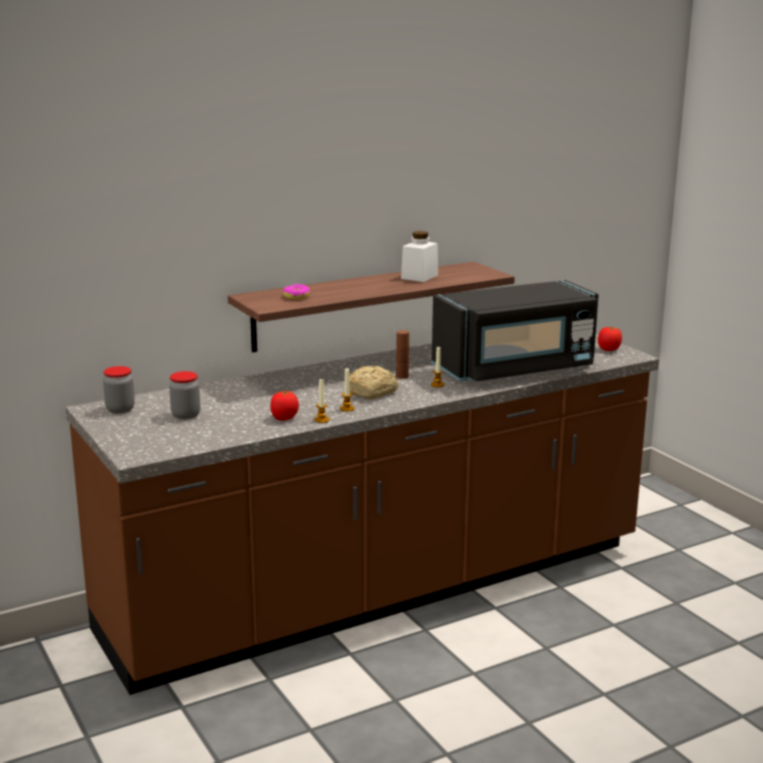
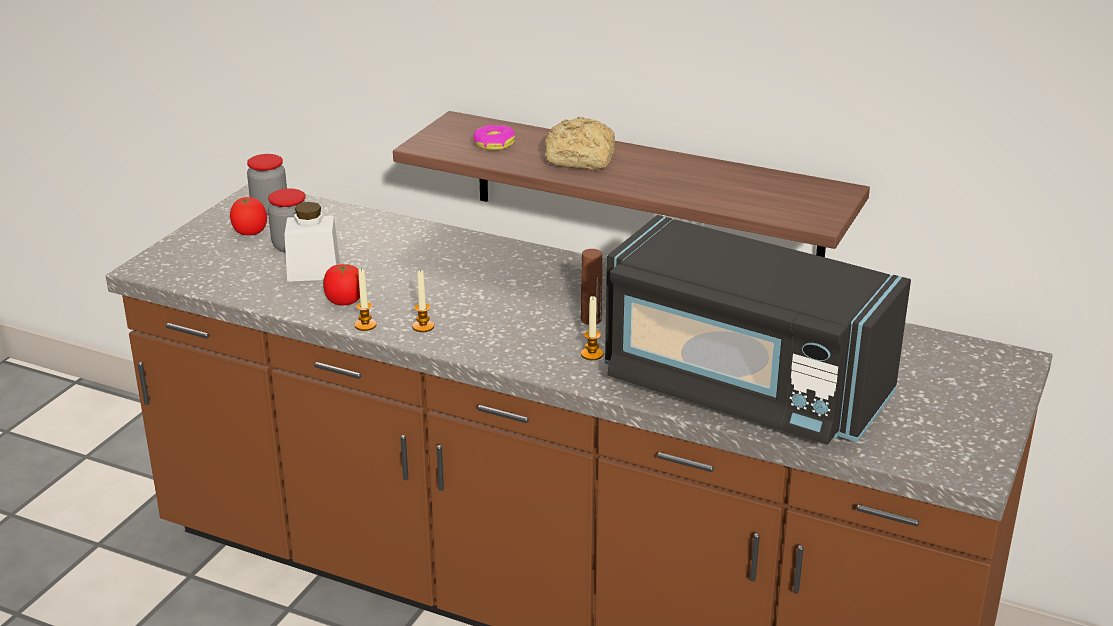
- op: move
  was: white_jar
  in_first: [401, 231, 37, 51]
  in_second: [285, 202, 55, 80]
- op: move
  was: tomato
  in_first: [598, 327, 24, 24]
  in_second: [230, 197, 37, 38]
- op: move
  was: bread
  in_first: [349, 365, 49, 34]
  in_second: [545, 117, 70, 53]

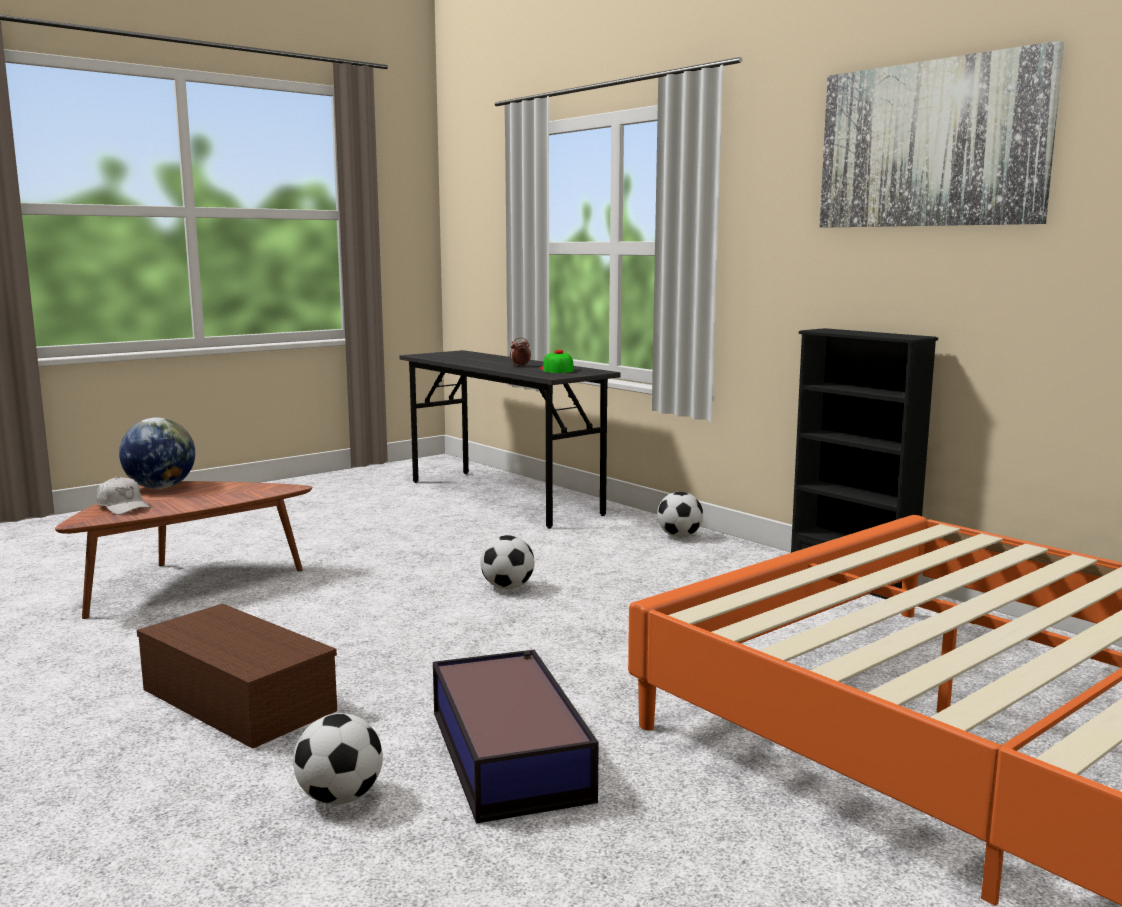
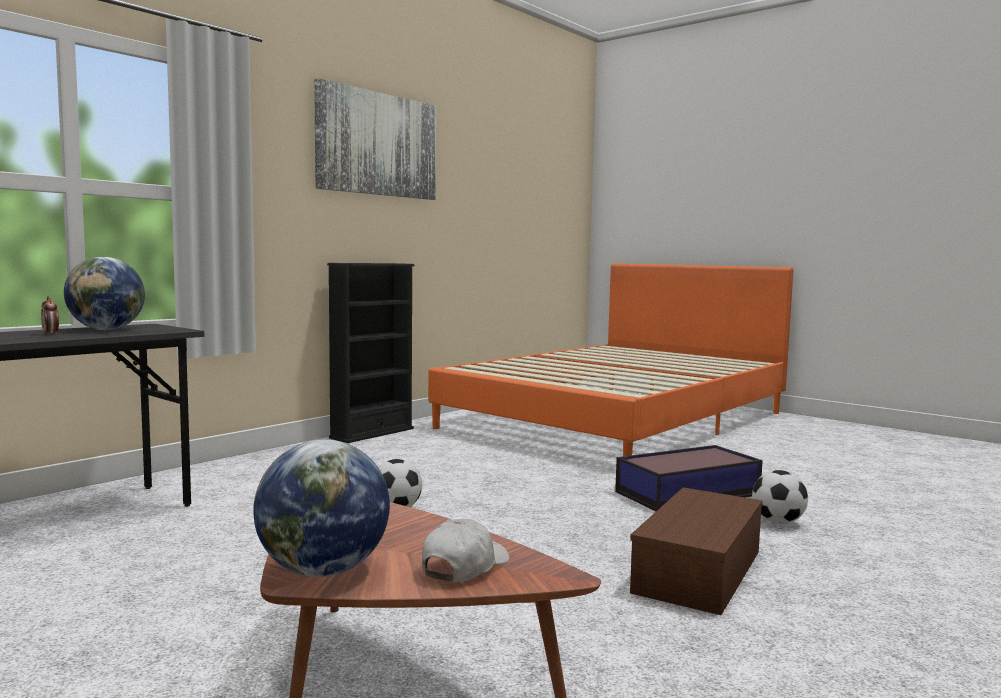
- op: replace
  was: cap
  now: globe
  in_first: [540, 350, 34, 23]
  in_second: [64, 257, 81, 73]
- op: delete
  was: football
  in_first: [657, 492, 46, 45]

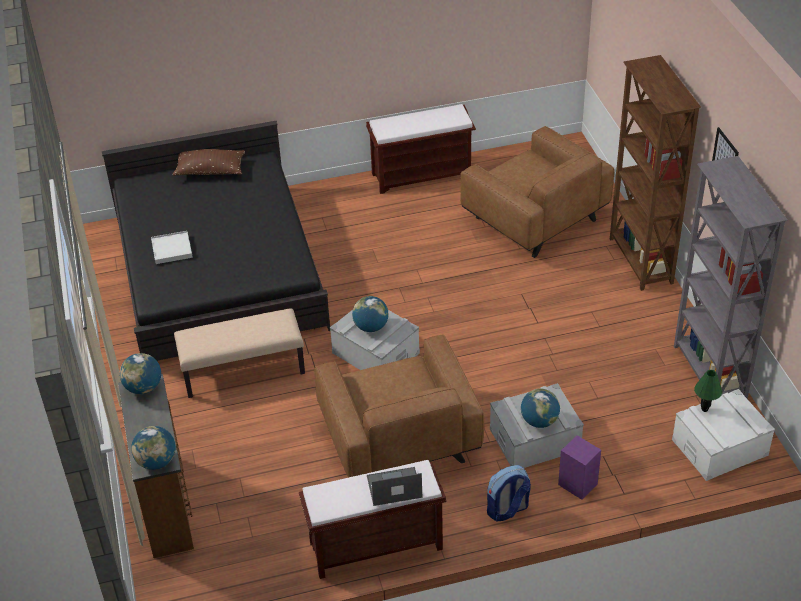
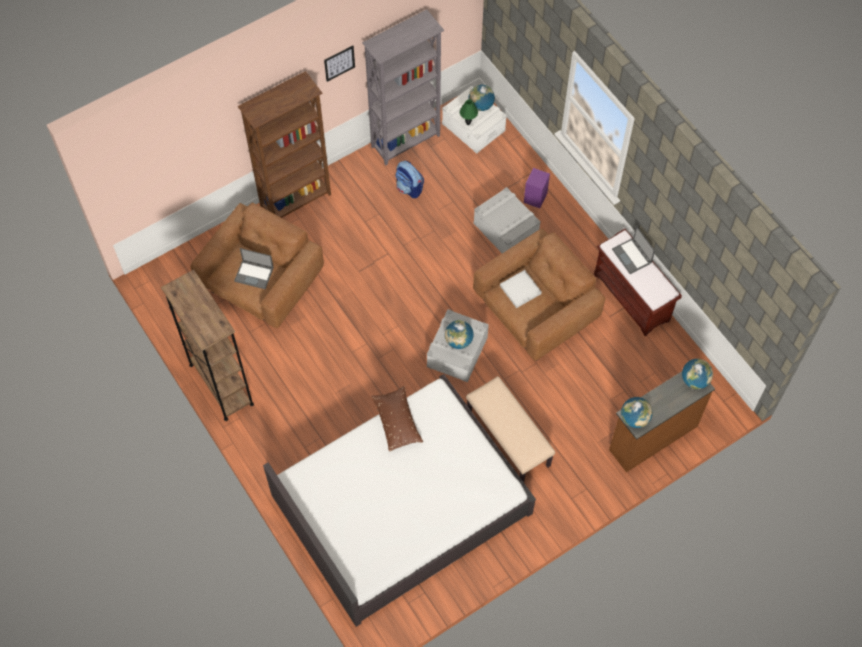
- op: replace
  was: brown_bench
  now: brown_bookcase
  in_first: [366, 104, 110, 90]
  in_second: [161, 269, 93, 152]
- op: recolor
  was: black_bed
  now: white_bed
  in_first: [102, 121, 228, 240]
  in_second: [263, 374, 273, 253]
- op: move
  was: brown_pillow
  in_first: [173, 149, 72, 27]
  in_second: [371, 386, 52, 65]
- op: move
  was: white_tray
  in_first: [151, 231, 42, 33]
  in_second: [500, 270, 42, 38]
- op: move
  was: globe
  in_first: [521, 388, 39, 40]
  in_second: [469, 85, 26, 26]
- op: move
  was: backpack
  in_first: [487, 465, 44, 57]
  in_second: [396, 161, 28, 37]
- op: insert
  now: laptop
  in_second: [234, 248, 40, 41]

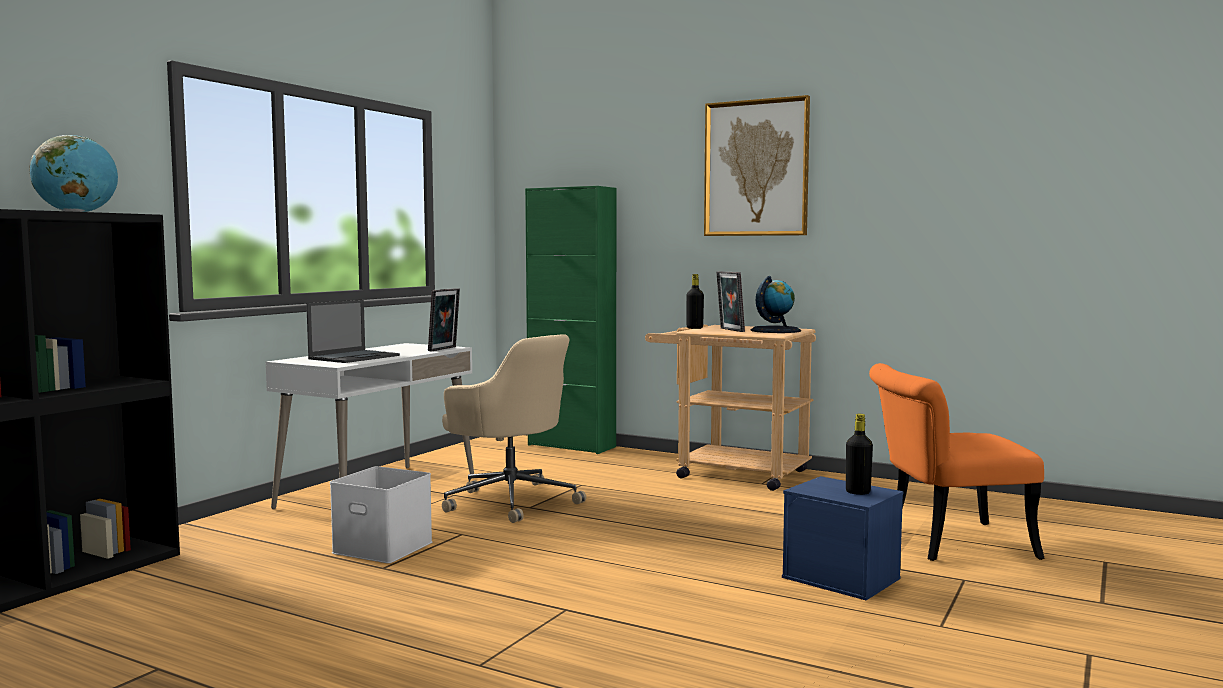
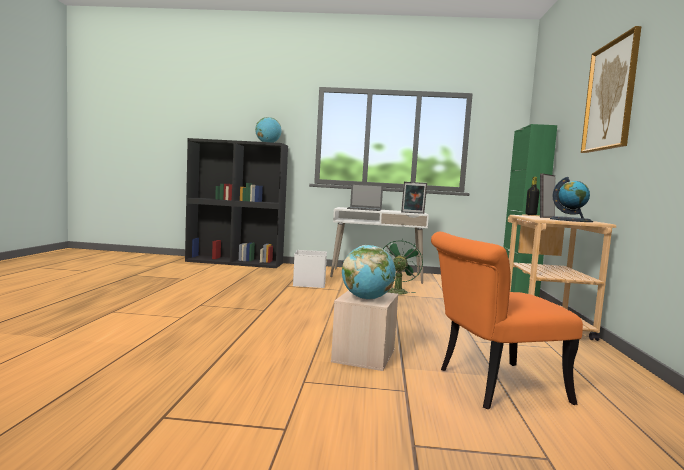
- op: replace
  was: beige_office_chair
  now: green_fan
  in_first: [442, 334, 144, 189]
  in_second: [383, 239, 40, 55]
- op: rotate
  was: orange_chair
  in_first: [869, 363, 176, 198]
  in_second: [431, 232, 152, 177]
  clockwise: -75
- op: replace
  was: black_bottle
  now: globe
  in_first: [846, 414, 27, 81]
  in_second: [342, 245, 54, 55]
- op: recolor
  was: blue_storage_box
  now: beige_storage_box
  in_first: [782, 476, 121, 124]
  in_second: [331, 290, 67, 81]

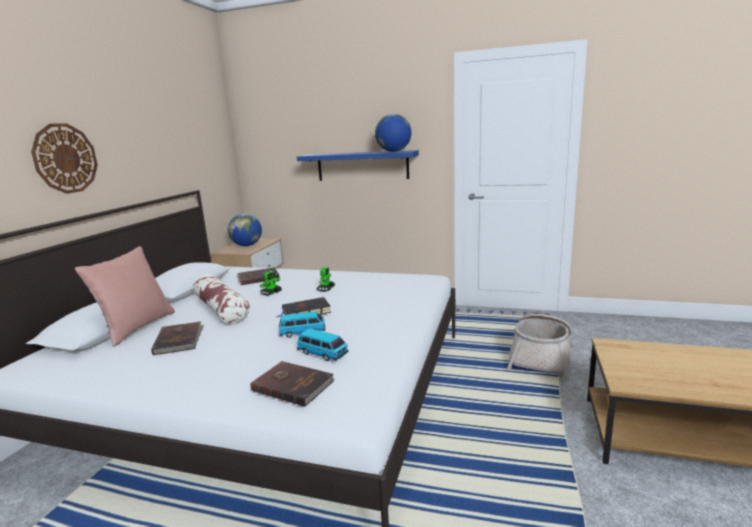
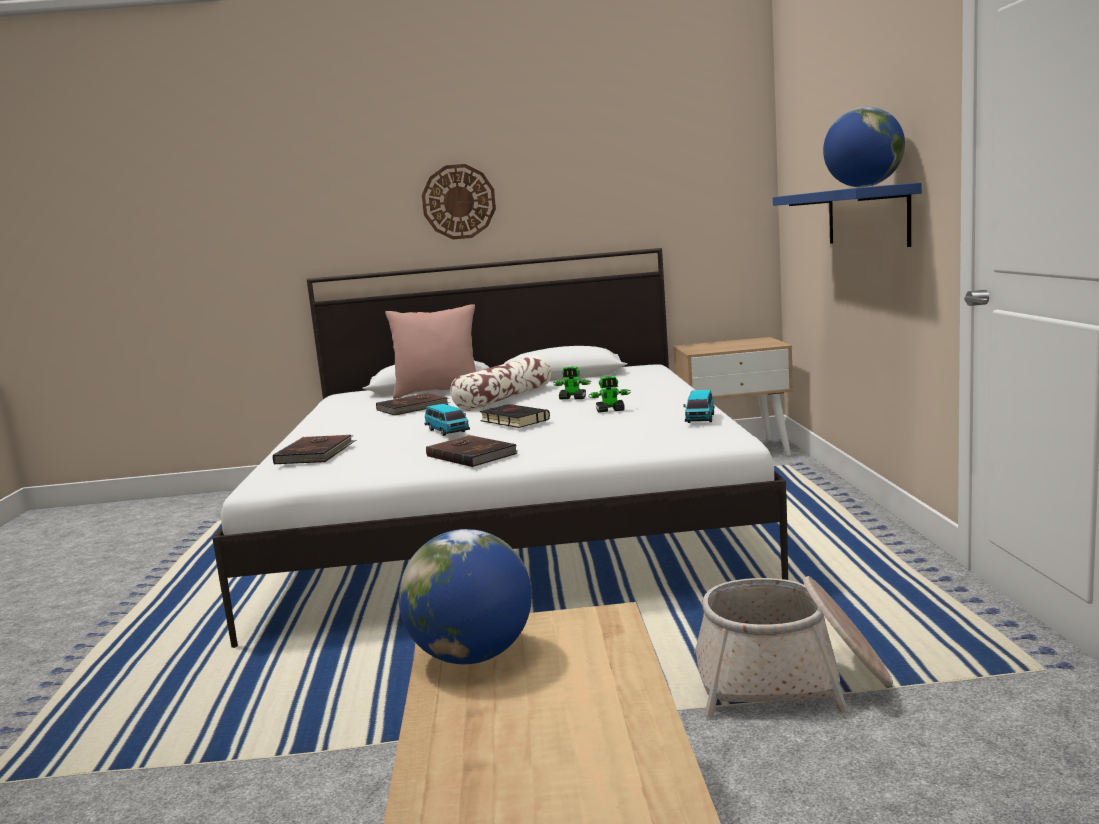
- op: move
  was: globe
  in_first: [228, 213, 34, 33]
  in_second: [399, 529, 133, 135]
- op: move
  was: brown_book
  in_first: [237, 267, 43, 18]
  in_second: [426, 435, 91, 32]
- op: move
  was: toy_car
  in_first: [297, 329, 52, 32]
  in_second: [683, 390, 32, 33]

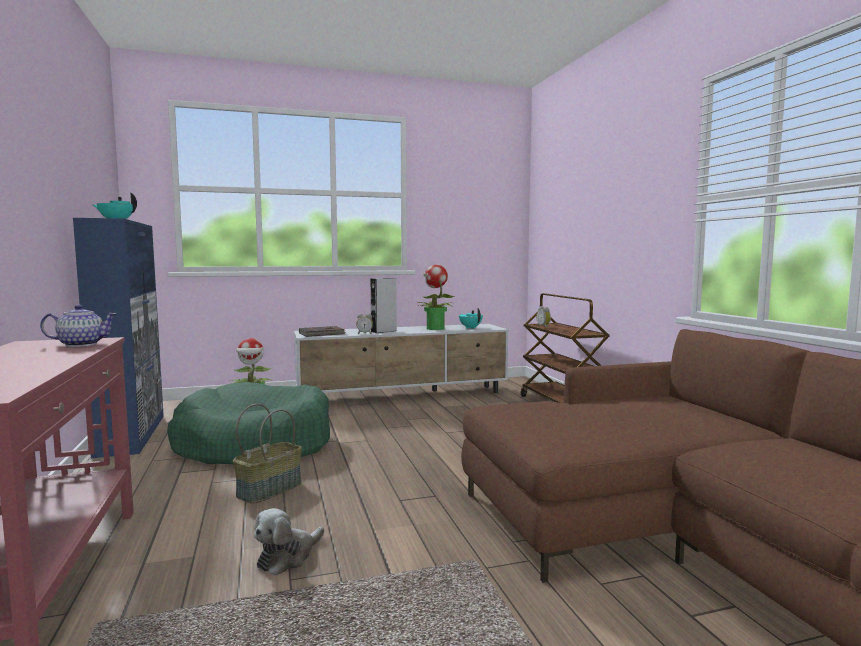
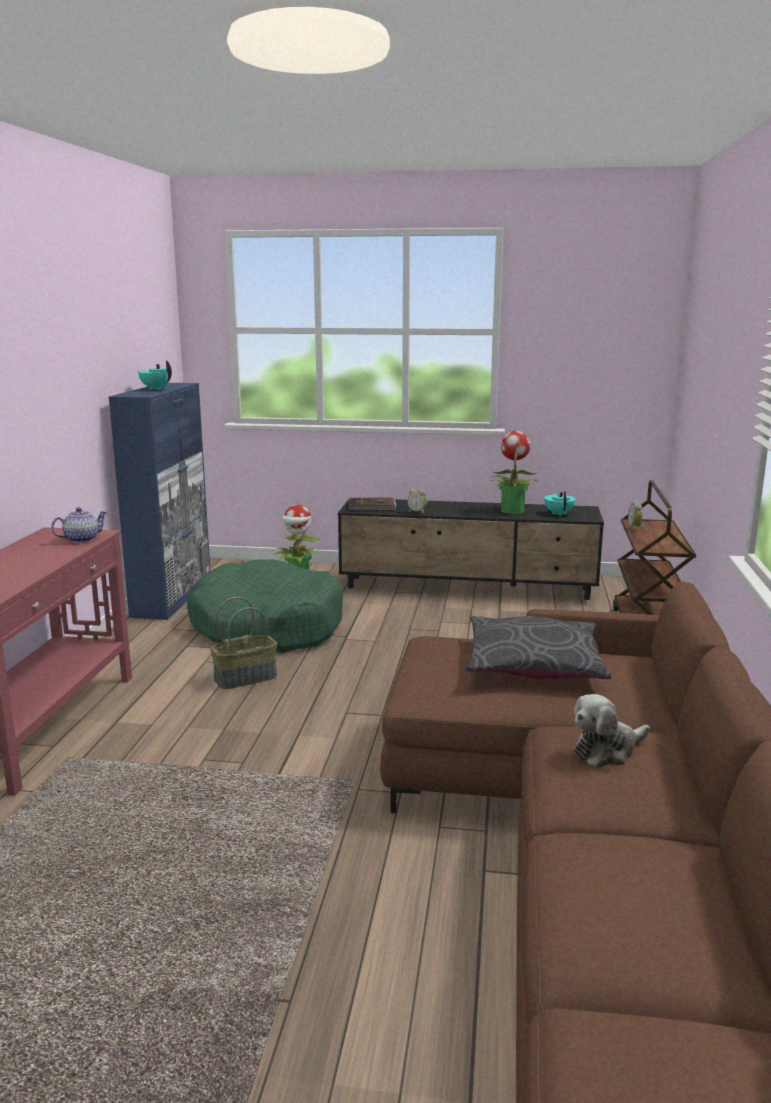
- op: delete
  was: grey_speaker
  in_first: [370, 278, 27, 55]
- op: rotate
  was: teapot
  in_first: [40, 305, 77, 42]
  in_second: [51, 507, 56, 36]
  clockwise: -45
- op: recolor
  was: white_tv_stand
  now: black_tv_stand
  in_first: [294, 324, 215, 69]
  in_second: [338, 499, 266, 101]
- op: move
  was: plush_toy
  in_first: [254, 508, 70, 67]
  in_second: [573, 694, 77, 73]
- op: insert
  now: grey_pillow
  in_second: [466, 616, 145, 63]

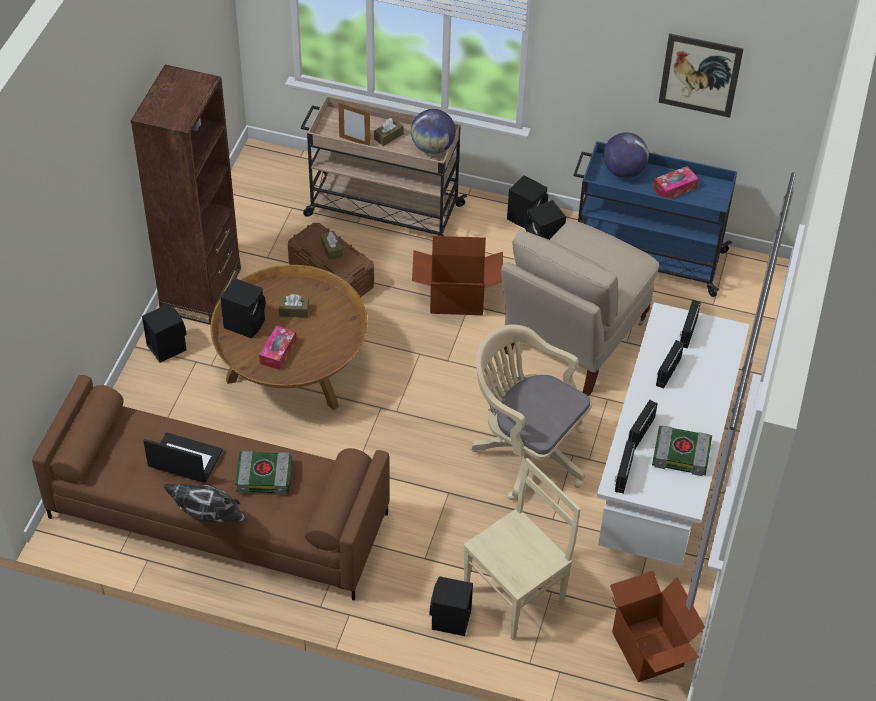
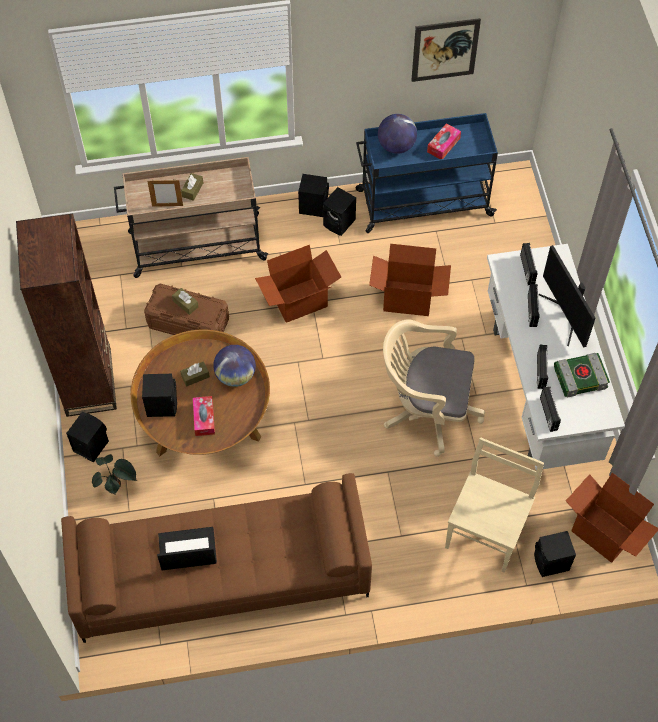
- op: move
  was: globe
  in_first: [411, 109, 45, 45]
  in_second: [213, 345, 43, 42]
- op: replace
  was: beige_chair
  now: cardboard_box
  in_first: [501, 221, 158, 175]
  in_second: [369, 244, 82, 72]
- op: delete
  was: book
  in_first: [235, 451, 57, 44]
- op: delete
  was: pillow
  in_first: [163, 484, 85, 39]
- op: move
  was: black_speaker
  in_first: [430, 576, 43, 60]
  in_second: [534, 531, 42, 46]
- op: insert
  now: monitor
  in_second: [539, 245, 56, 103]
- op: insert
  now: potted_plant
  in_second: [92, 454, 45, 41]

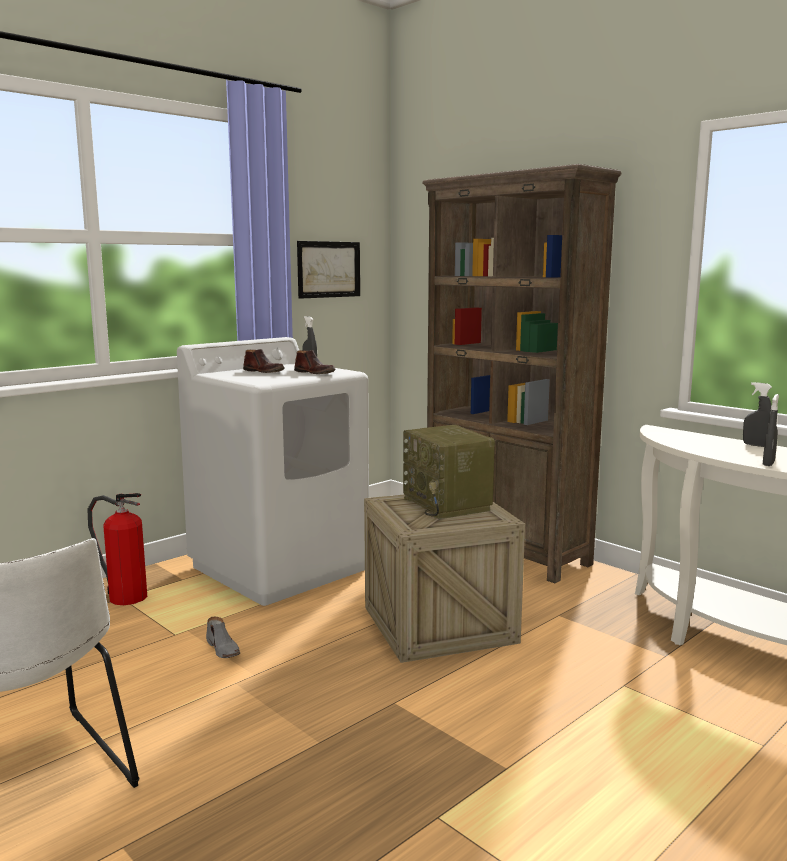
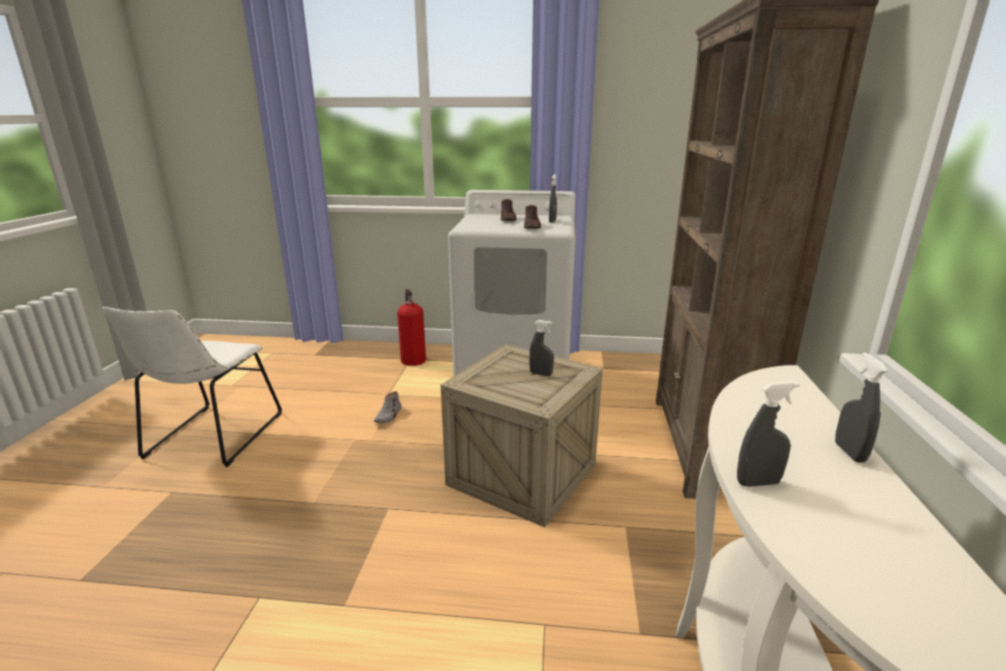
- op: delete
  was: picture
  in_first: [297, 241, 63, 58]
- op: replace
  was: radio
  now: grey_spray_bottle
  in_first: [403, 425, 92, 94]
  in_second: [529, 320, 25, 56]

